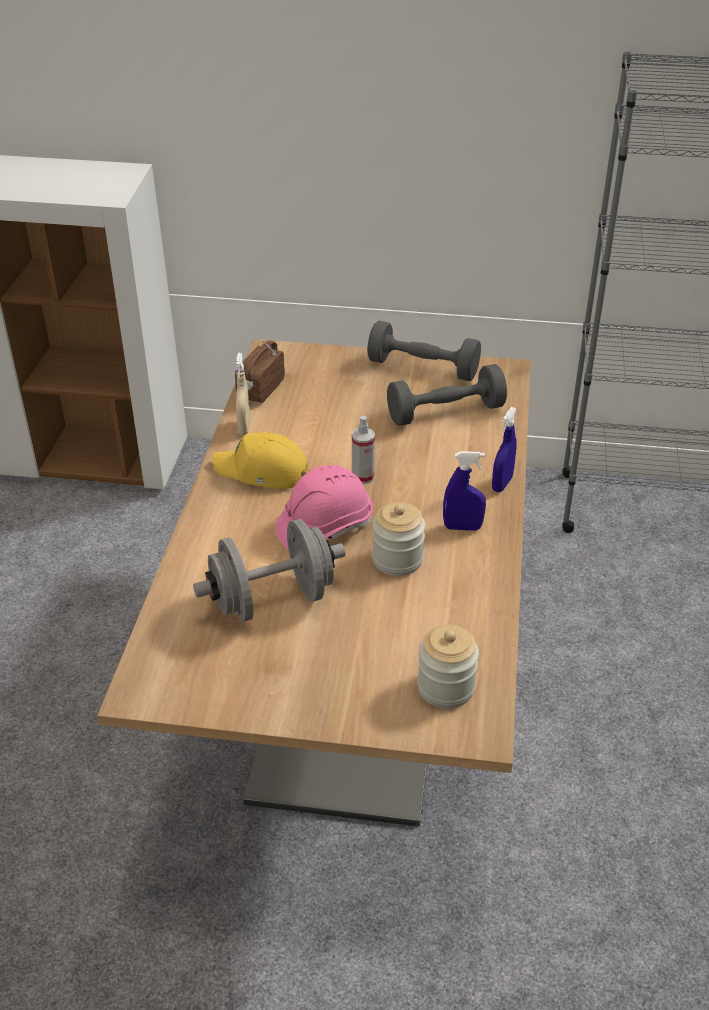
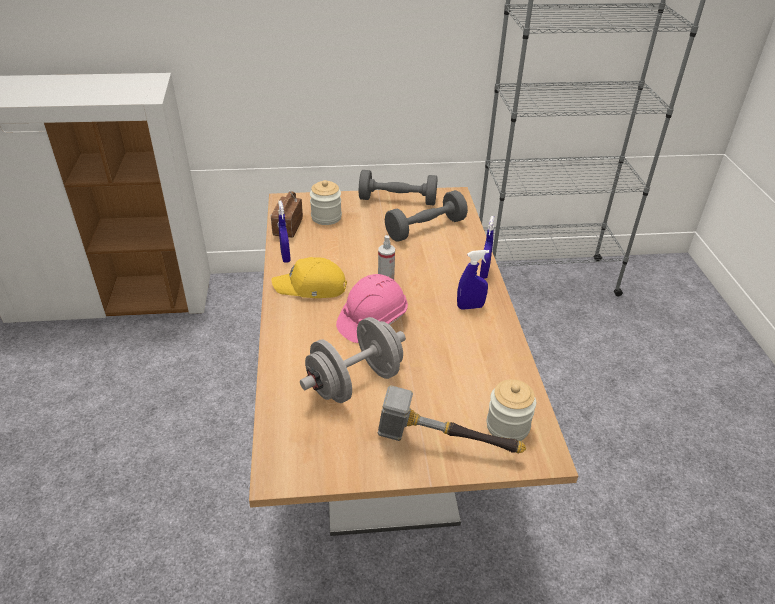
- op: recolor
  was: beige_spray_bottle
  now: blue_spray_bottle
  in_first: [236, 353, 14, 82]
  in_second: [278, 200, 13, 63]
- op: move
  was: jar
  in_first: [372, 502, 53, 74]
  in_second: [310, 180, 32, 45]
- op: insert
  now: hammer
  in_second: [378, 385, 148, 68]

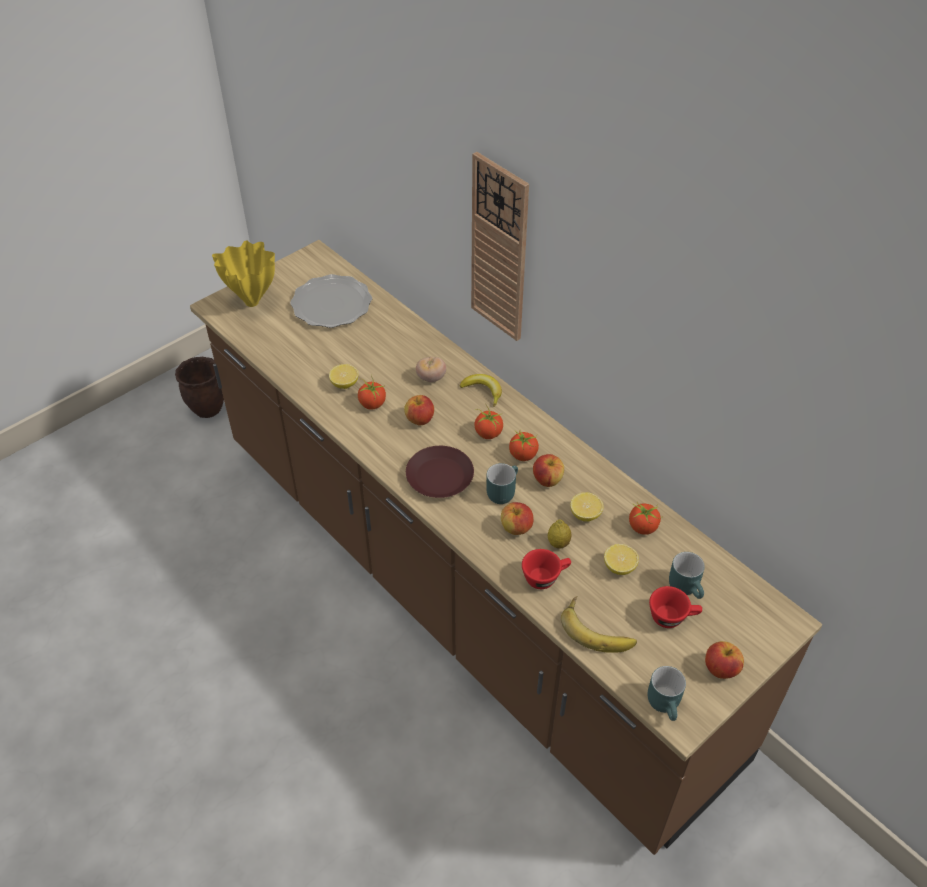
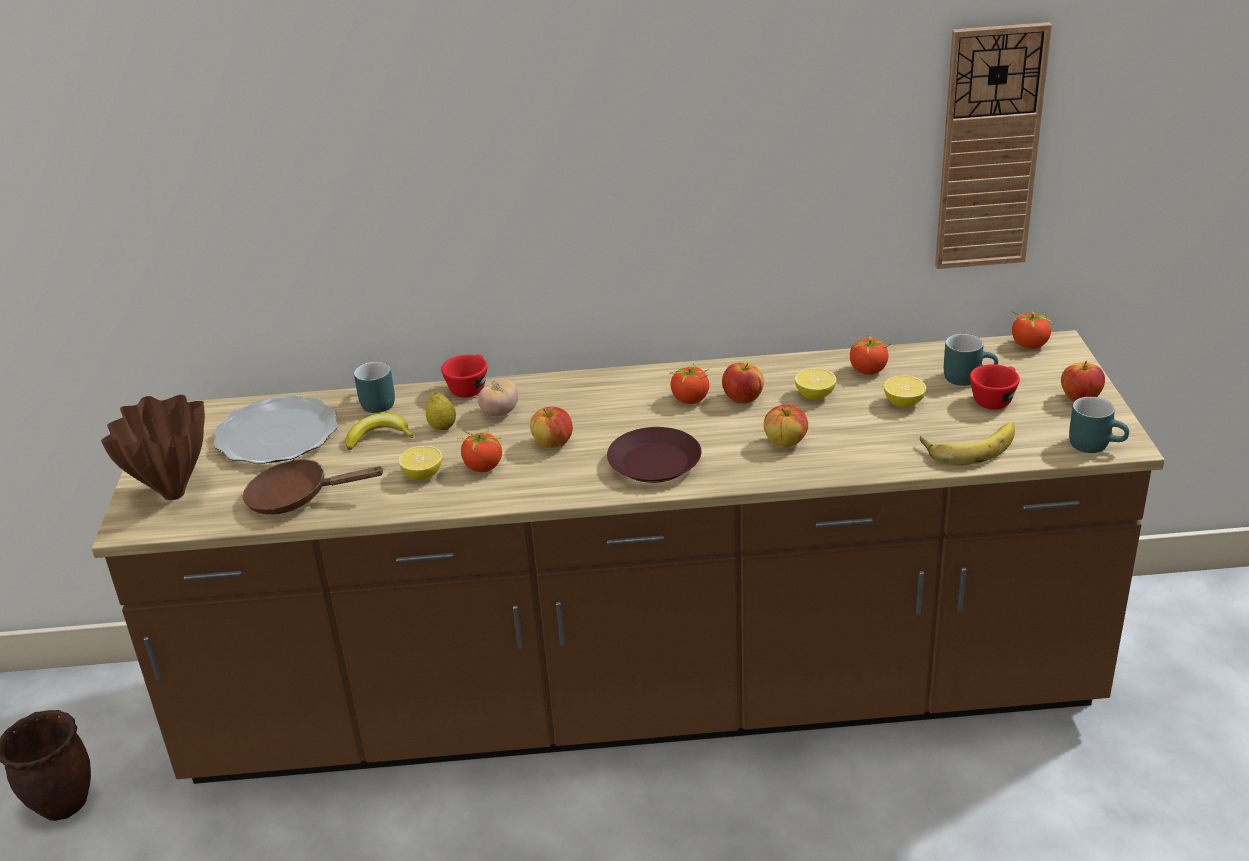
- op: move
  was: wall_clock
  in_first: [471, 152, 58, 189]
  in_second: [935, 22, 117, 247]
- op: recolor
  was: yellow_vase
  now: brown_vase
  in_first: [212, 240, 63, 67]
  in_second: [101, 395, 104, 105]
- op: move
  was: banana
  in_first: [460, 374, 42, 33]
  in_second: [346, 413, 68, 37]
- op: move
  was: tomato
  in_first: [474, 405, 29, 34]
  in_second: [1012, 311, 40, 38]
- op: move
  was: turquoise_mug
  in_first: [486, 463, 32, 41]
  in_second: [354, 362, 41, 51]
- op: move
  was: lemon
  in_first: [548, 519, 24, 29]
  in_second: [426, 391, 30, 39]
- op: move
  was: red_cup
  in_first: [522, 549, 49, 40]
  in_second: [441, 354, 47, 44]
- op: insert
  now: brown_frying_pan
  in_second: [243, 459, 142, 56]

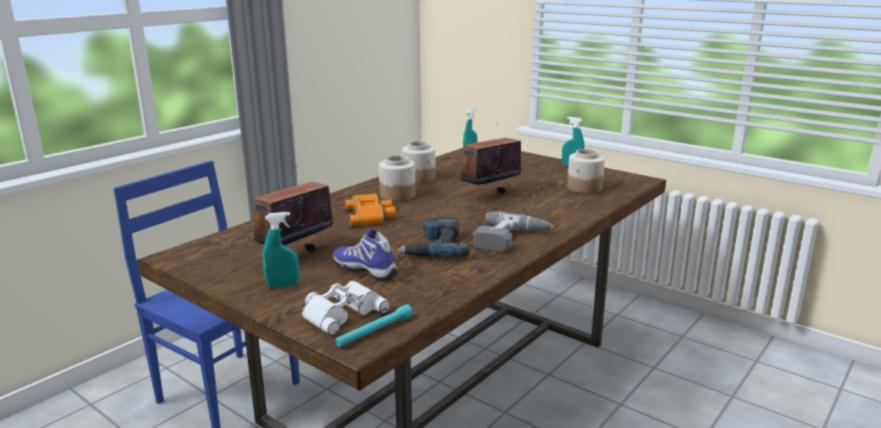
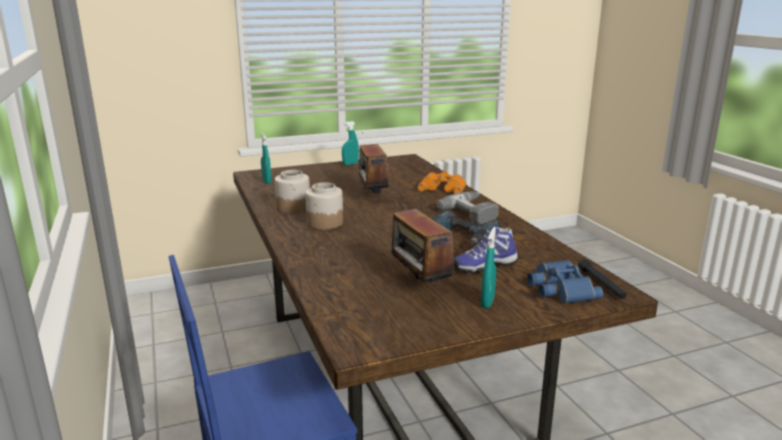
- op: delete
  was: jar
  in_first: [567, 149, 38, 45]
- op: move
  was: orange_binoculars
  in_first: [345, 194, 51, 32]
  in_second: [417, 171, 49, 23]
- op: recolor
  was: white_binoculars
  now: blue_binoculars
  in_first: [302, 280, 88, 55]
  in_second: [527, 260, 76, 44]
- op: recolor
  was: turquoise_flashlight
  now: black_flashlight
  in_first: [335, 304, 78, 43]
  in_second: [578, 259, 49, 40]

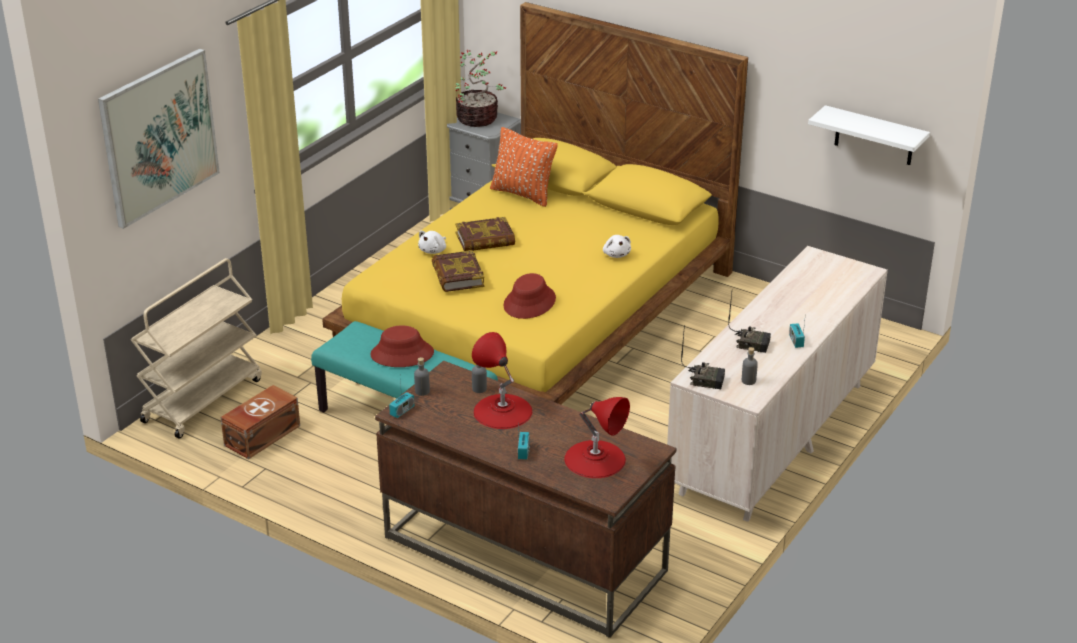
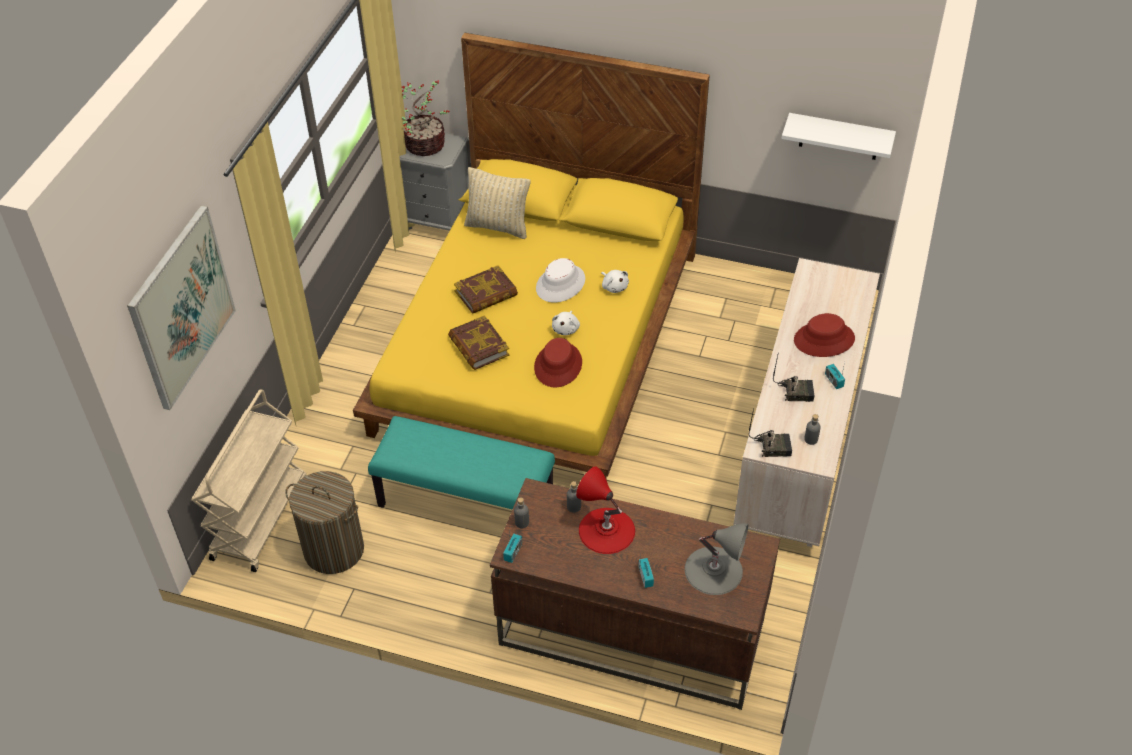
- op: recolor
  was: orange_pillow
  now: beige_pillow
  in_first: [490, 127, 68, 80]
  in_second: [464, 167, 67, 72]
- op: move
  was: white_plush_toy
  in_first: [418, 231, 28, 23]
  in_second: [552, 311, 28, 24]
- op: move
  was: red_hat
  in_first: [370, 325, 64, 42]
  in_second: [794, 313, 61, 44]
- op: replace
  was: brown_storage_box
  now: laundry_basket
  in_first: [220, 385, 80, 74]
  in_second: [285, 471, 79, 103]
- op: recolor
  was: red_table_lamp
  now: grey_table_lamp
  in_first: [564, 397, 66, 81]
  in_second: [685, 524, 63, 71]
- op: insert
  now: white_hat
  in_second: [536, 258, 49, 45]

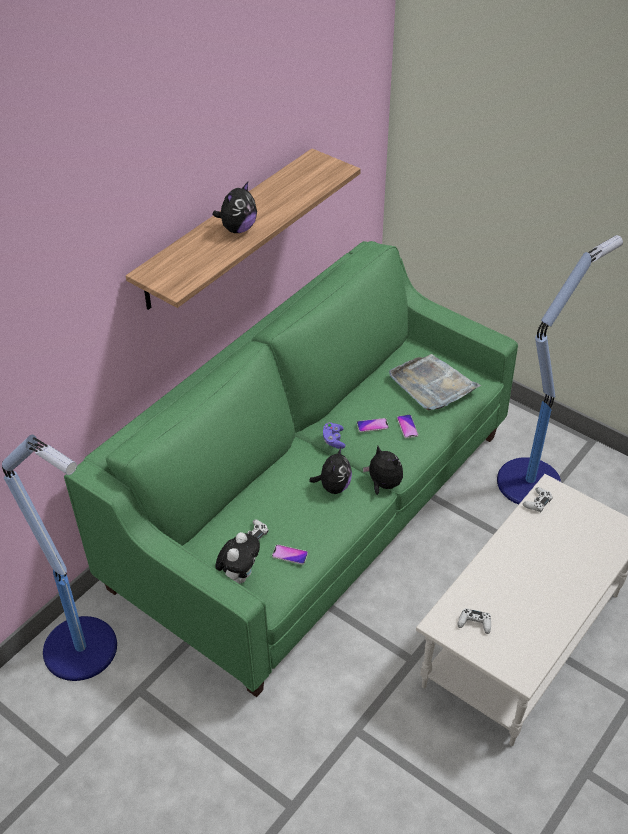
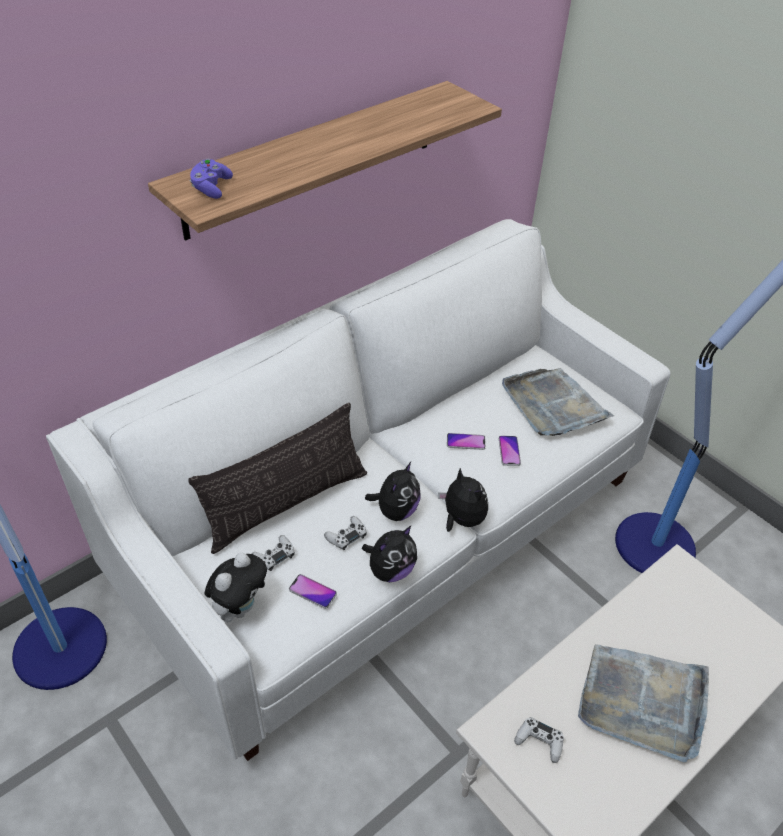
- op: move
  was: plush_toy
  in_first: [213, 182, 44, 51]
  in_second: [362, 526, 55, 56]
- op: recolor
  was: green_sofa
  now: white_sofa
  in_first: [64, 241, 454, 456]
  in_second: [46, 219, 625, 542]
- op: move
  was: purple_game_controller
  in_first: [323, 422, 23, 27]
  in_second: [190, 159, 43, 40]
- op: move
  was: white_game_controller
  in_first: [523, 487, 30, 26]
  in_second: [324, 516, 43, 34]
- op: insert
  now: pillow
  in_second: [188, 403, 179, 151]
- op: insert
  now: grey_tray
  in_second: [578, 644, 131, 118]

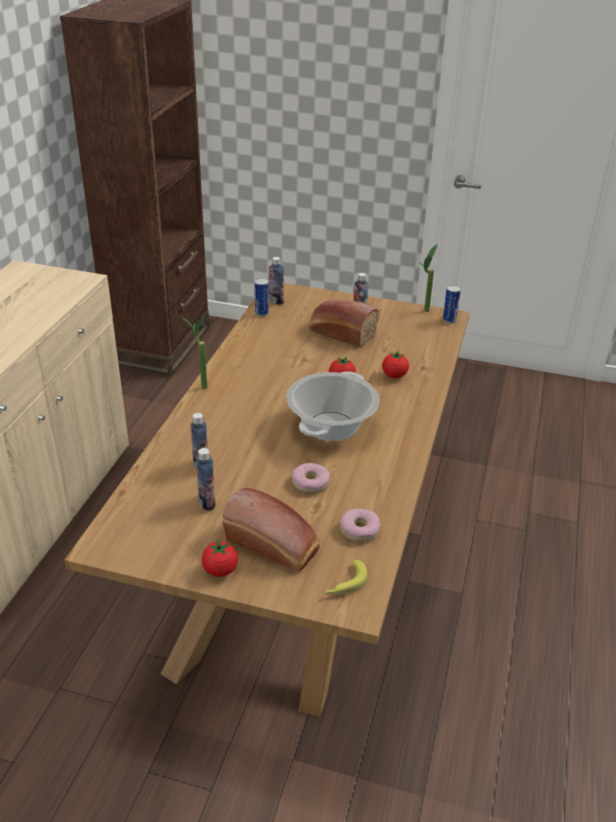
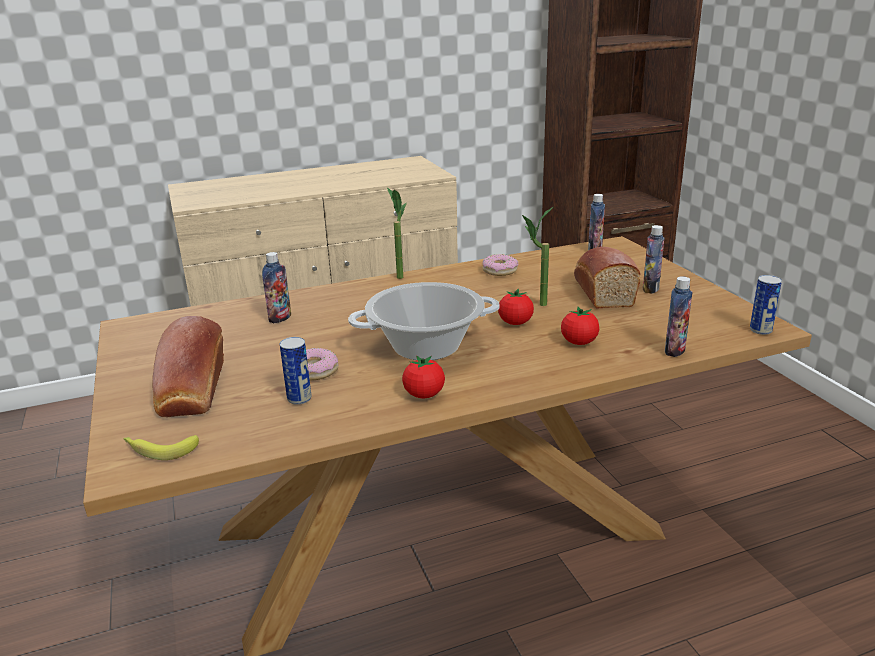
- op: move
  was: potted_plant
  in_first: [418, 244, 20, 68]
  in_second: [522, 207, 31, 99]
- op: move
  was: can
  in_first: [255, 278, 14, 39]
  in_second: [280, 337, 32, 68]
- op: move
  was: bottle
  in_first: [196, 448, 19, 63]
  in_second: [665, 276, 28, 81]
- op: move
  was: donut
  in_first: [340, 509, 41, 33]
  in_second: [482, 254, 36, 22]
- op: move
  was: tomato
  in_first: [202, 539, 36, 38]
  in_second: [402, 355, 43, 43]

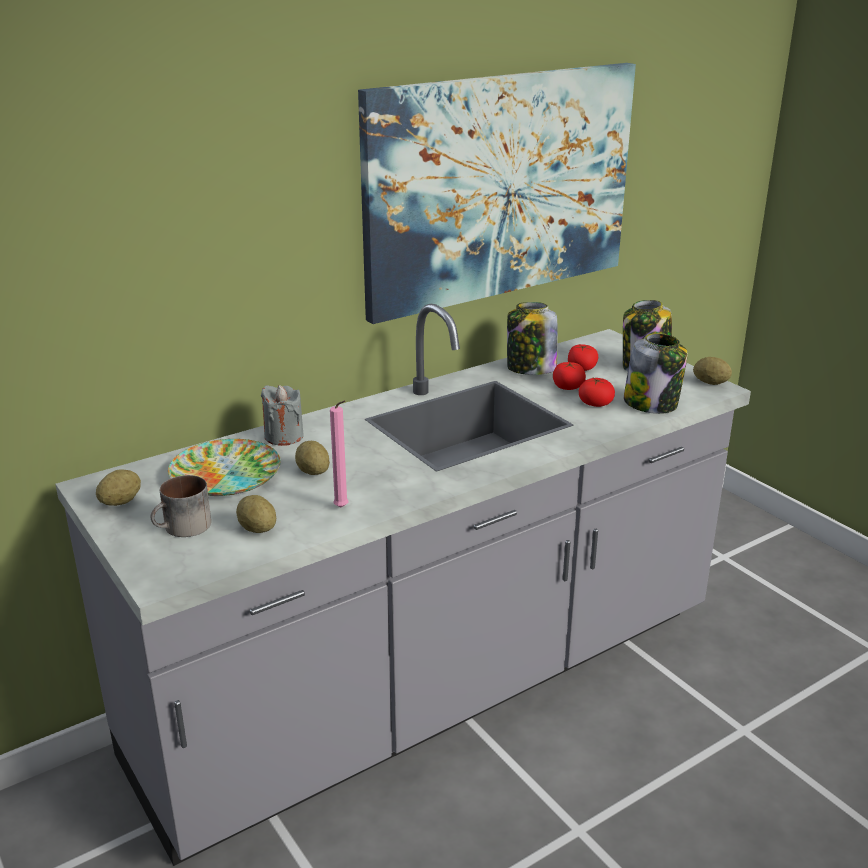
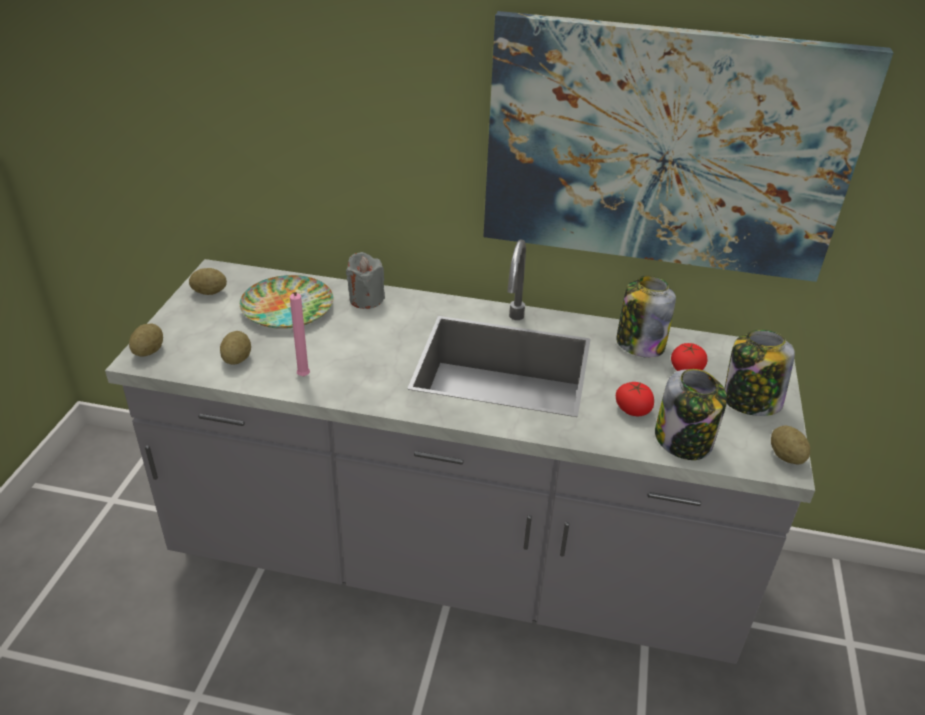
- op: delete
  was: tomato
  in_first: [553, 362, 33, 28]
- op: move
  was: potato
  in_first: [295, 441, 35, 34]
  in_second: [129, 323, 34, 33]
- op: delete
  was: mug
  in_first: [150, 475, 61, 62]

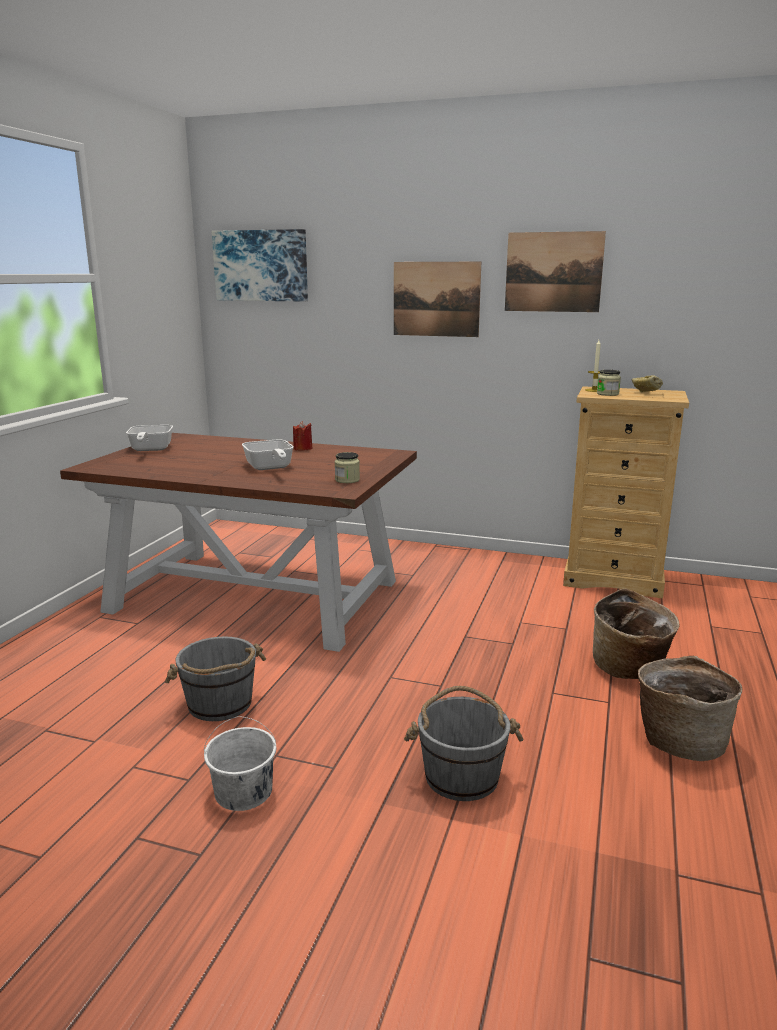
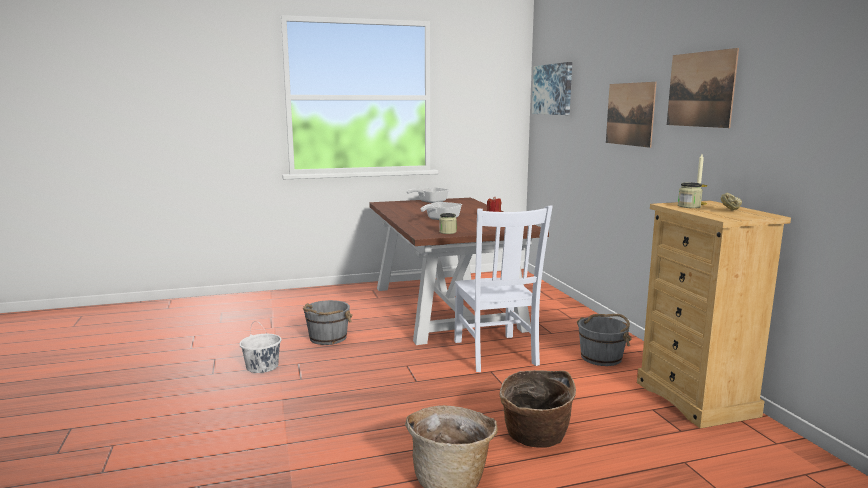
- op: move
  was: grey_bucket
  in_first: [404, 686, 119, 115]
  in_second: [577, 314, 55, 52]
- op: insert
  now: white_chair
  in_second: [454, 205, 99, 167]

